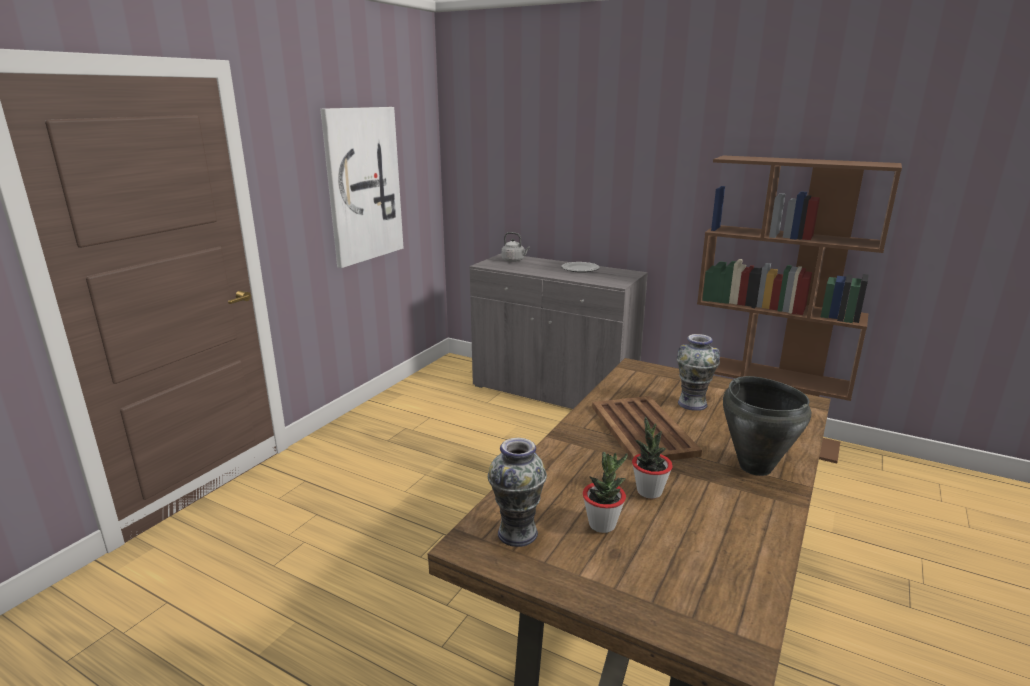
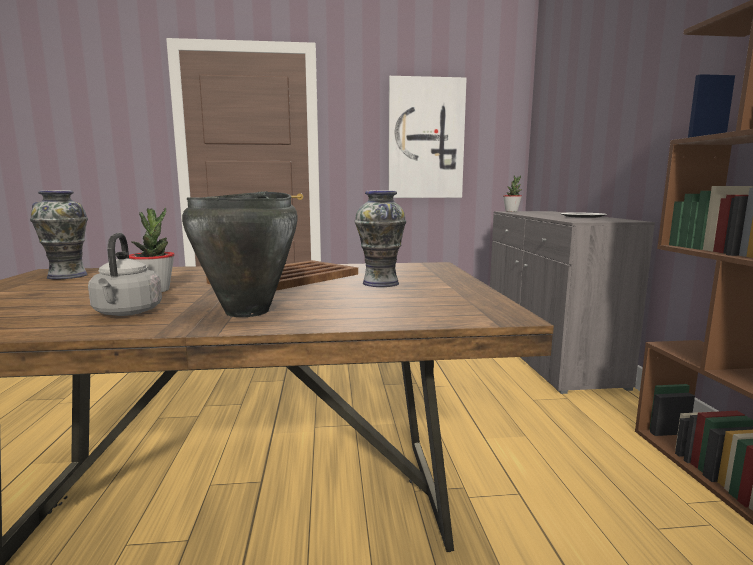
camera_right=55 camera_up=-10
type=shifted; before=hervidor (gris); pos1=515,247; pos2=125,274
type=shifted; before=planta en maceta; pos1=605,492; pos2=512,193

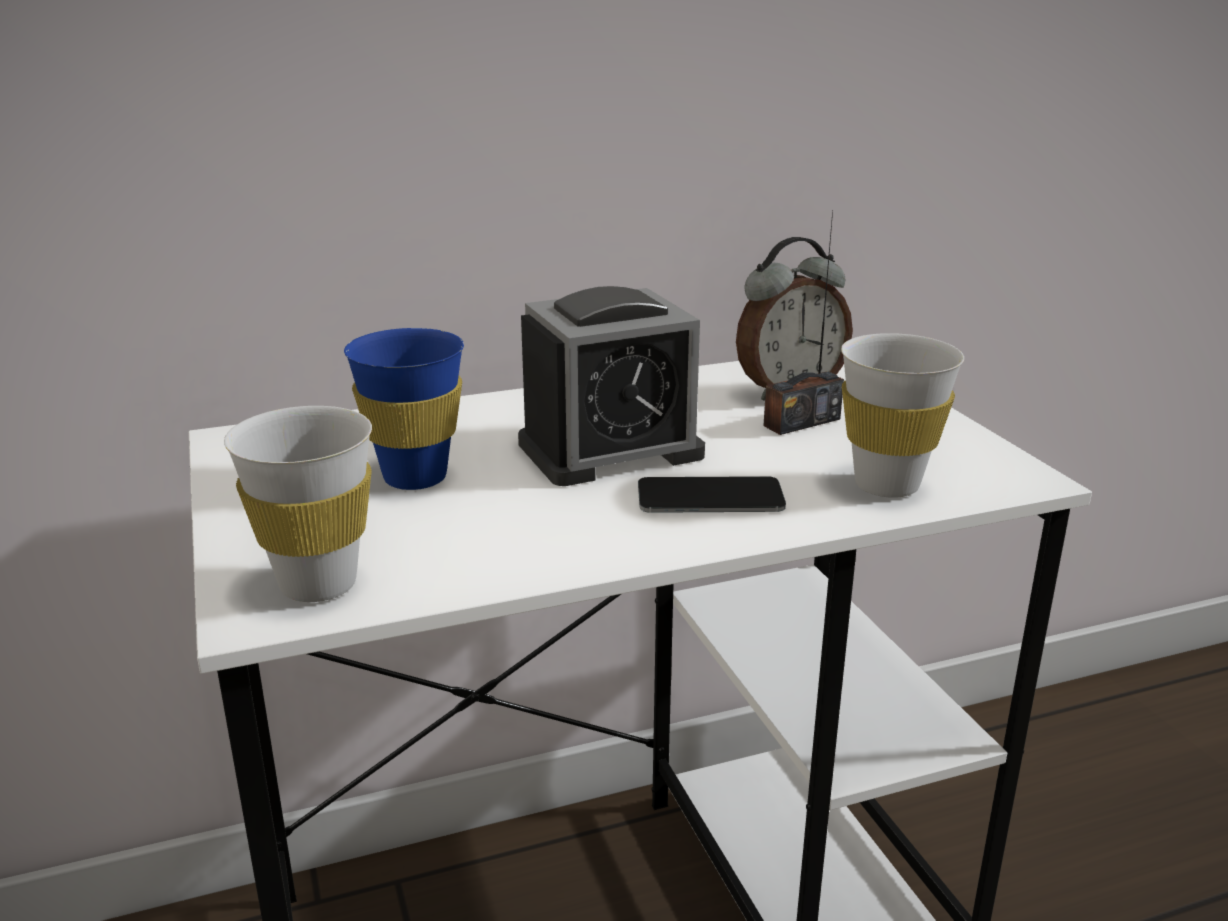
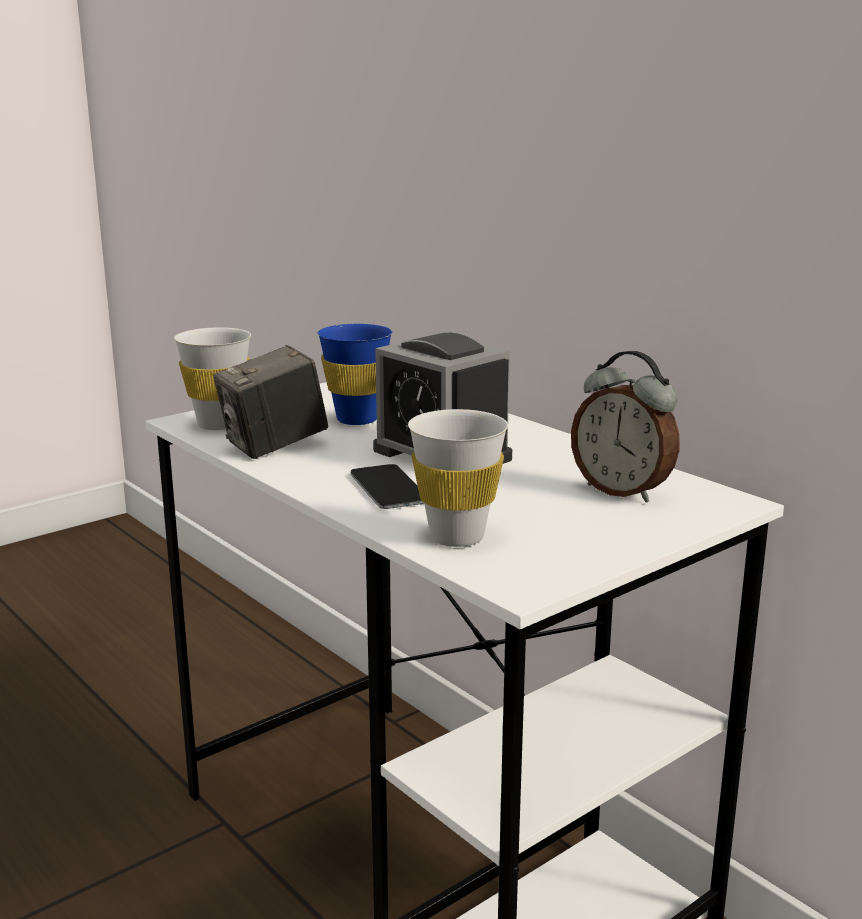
camera_right=70 camera_up=-5
type=gone; before=radio; pos1=803,322
type=new; after=cámara; pos2=270,402

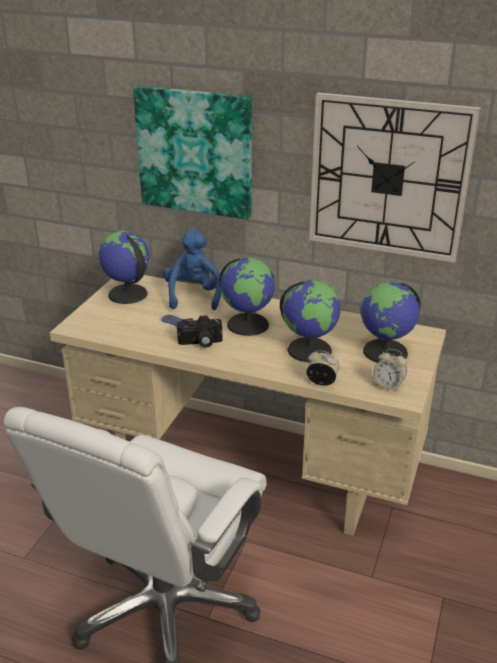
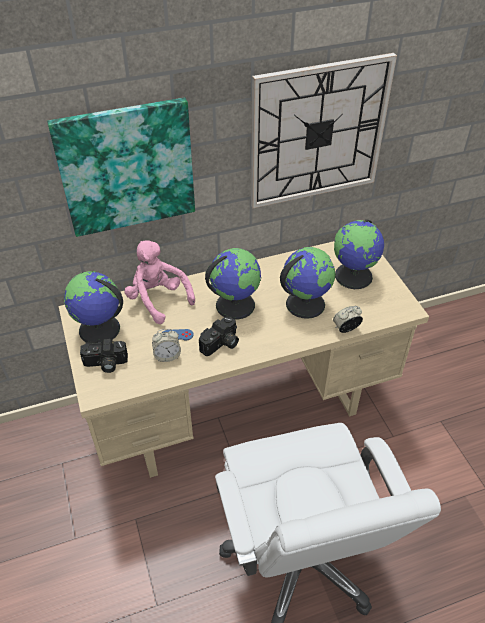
camera_right=-40 camera_up=15
type=repainted; before=peluche (azul); after=peluche (rosa); pos1=192,269; pos2=159,282
type=shifted; before=despertador; pos1=390,370; pos2=166,345
type=new; after=cámara; pos2=104,356

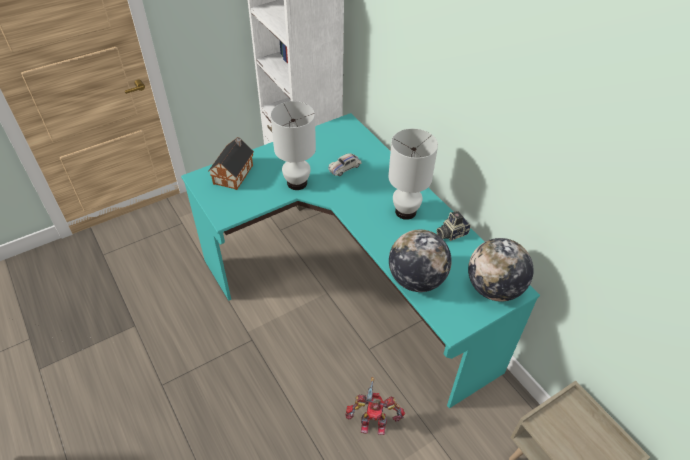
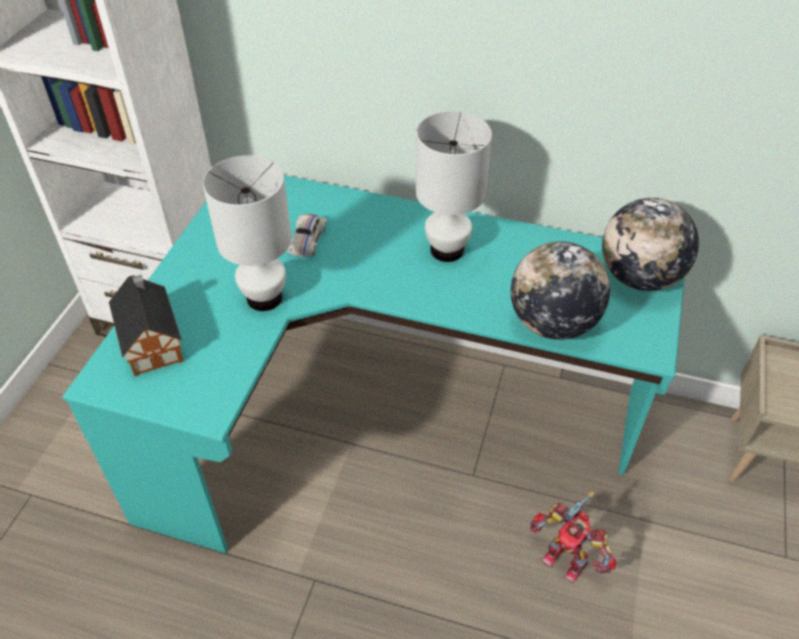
camera_right=-40 camera_up=0
type=rotated; before=robot de juguete; pos1=375,406; pos2=573,537; turn=75
type=gone; before=cámara; pos1=453,226

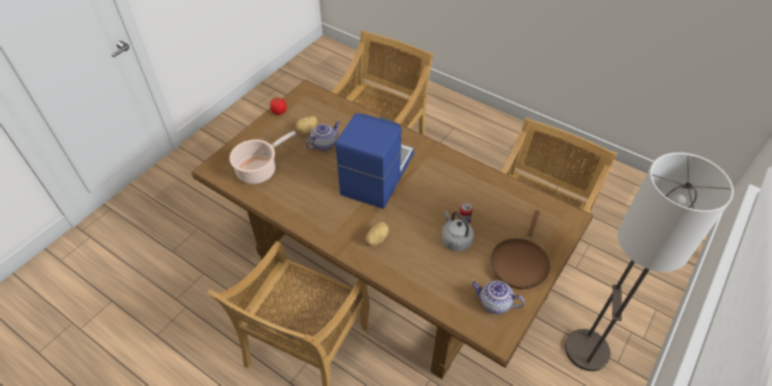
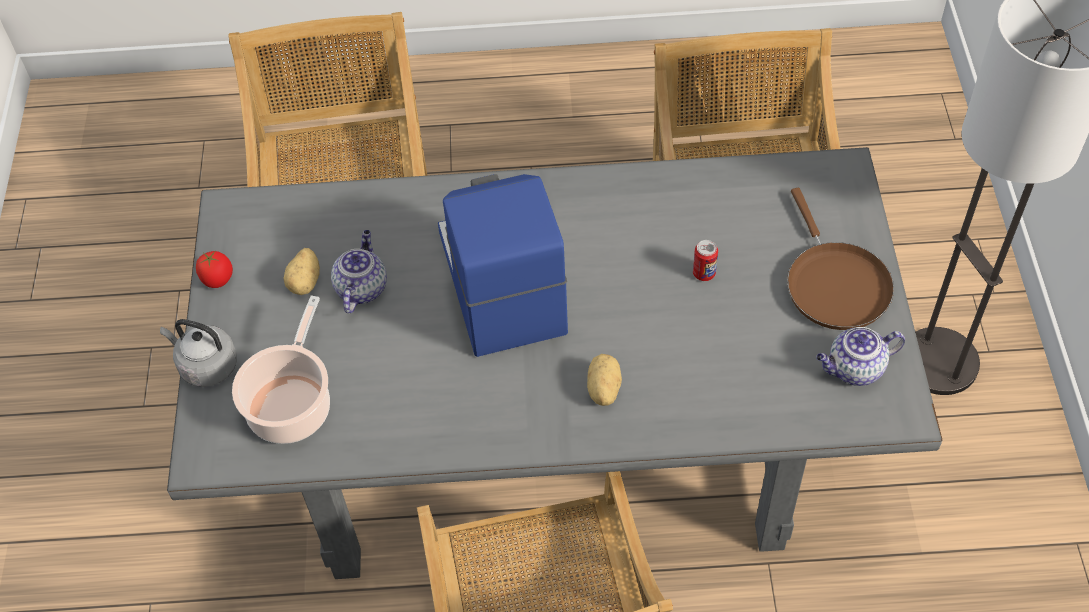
camera_right=-35 camera_up=5
type=repainted; before=mesa de comedor (marrón); after=mesa de comedor (gris); pos1=392,229; pos2=554,363
type=shifted; before=hervidor (gris); pos1=457,231; pos2=198,353

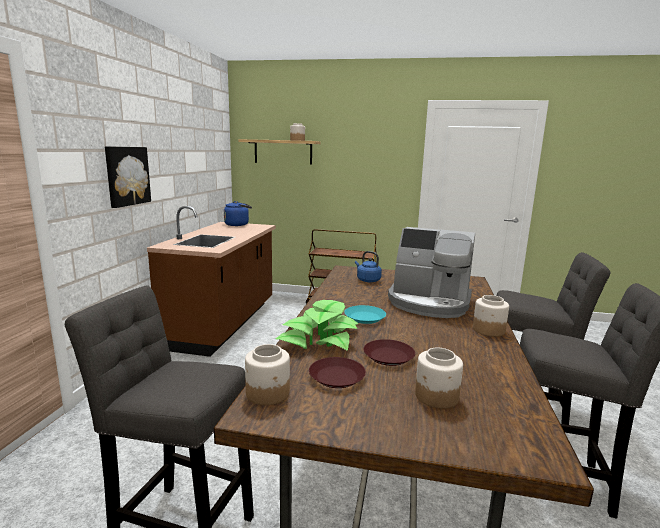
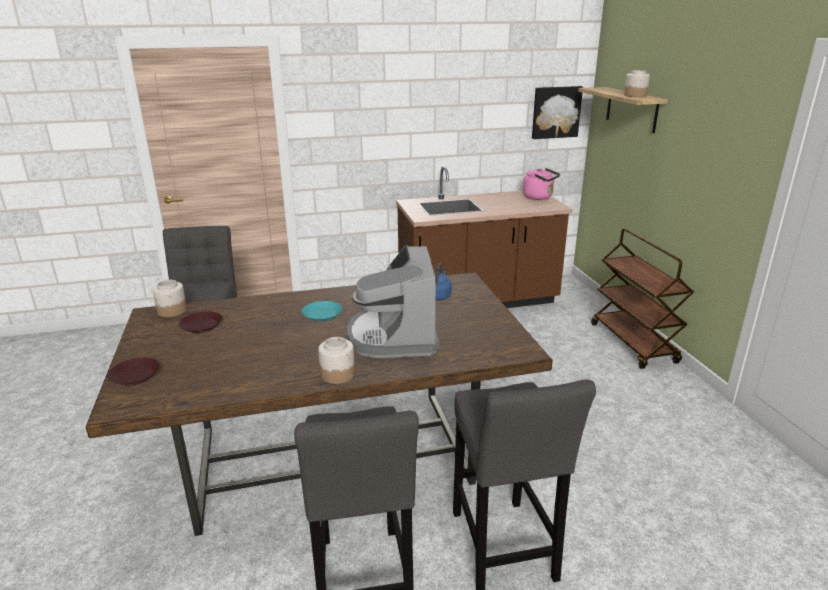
camera_right=65 camera_up=10
type=shifted; before=cuadro; pos1=128,177; pos2=557,112
type=repainted; before=hervidor (azul); after=hervidor (rosa); pos1=238,213; pos2=541,184
type=gone; before=planta en maceta; pos1=317,325
type=shifted; before=plato (marrón); pos1=389,352; pos2=133,372
type=gone; before=tarro; pos1=439,378

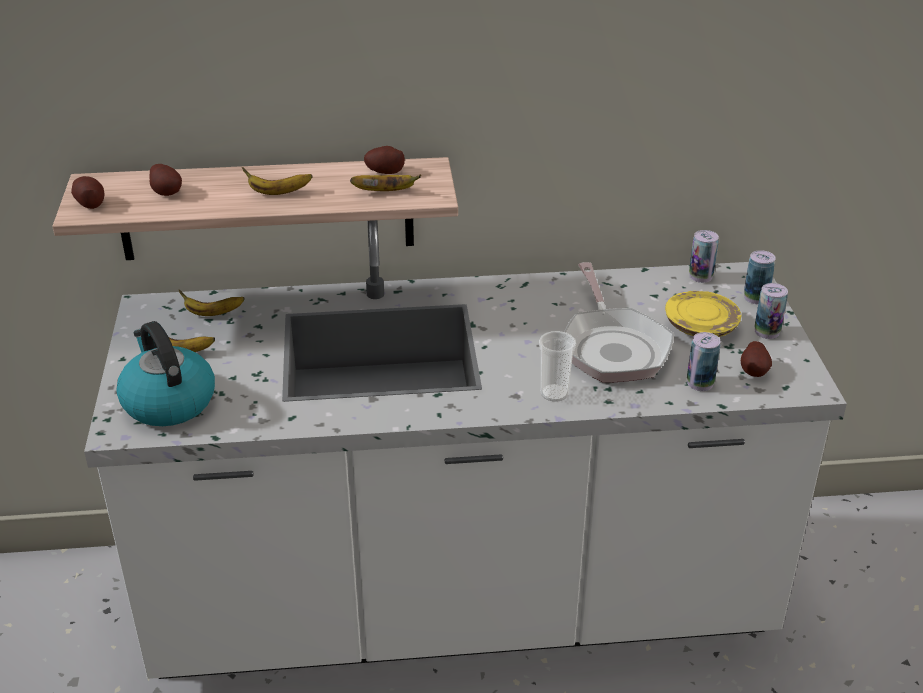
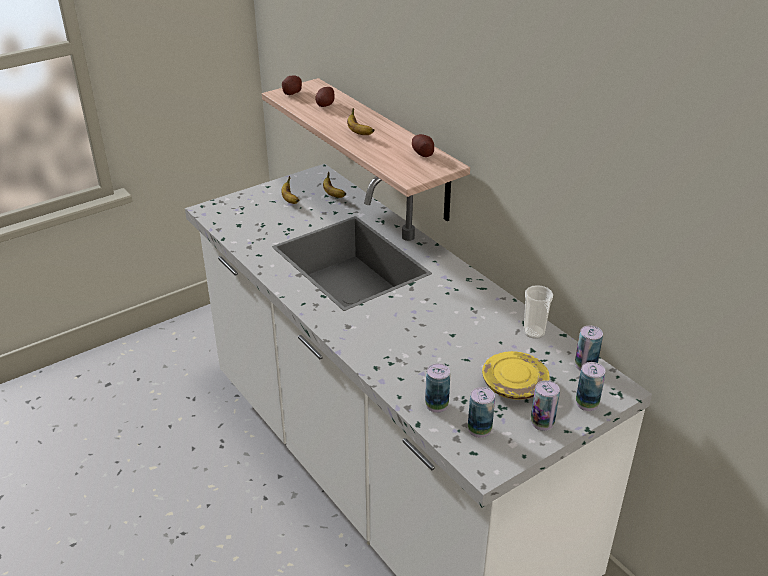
camera_right=60 camera_up=0
type=gone; before=hervidor; pos1=165,373
type=gone; before=plátano; pos1=385,182
type=shifted; before=taza; pos1=557,366; pos2=538,312
type=gone; before=sartén; pos1=619,322
type=swapped; before=patata; after=lata; pos1=756,359; pos2=481,412

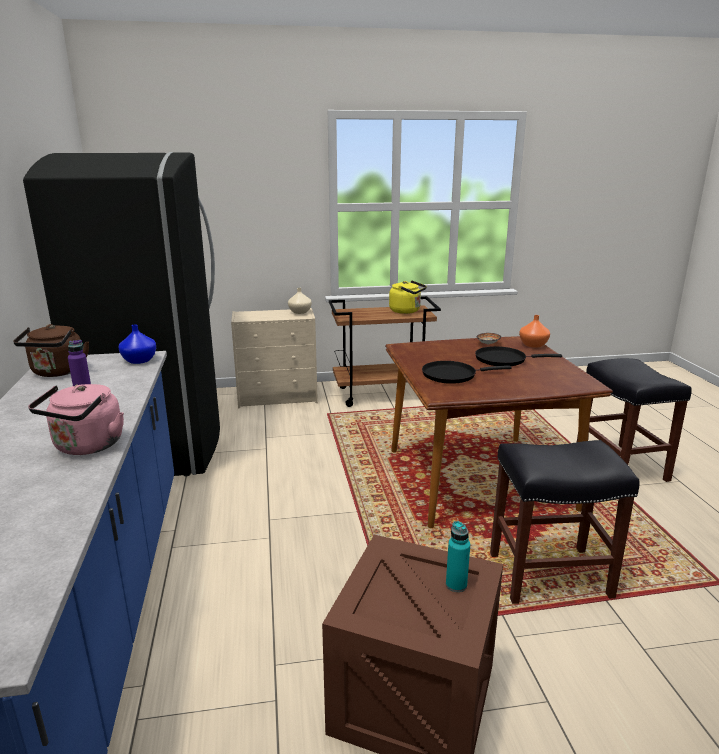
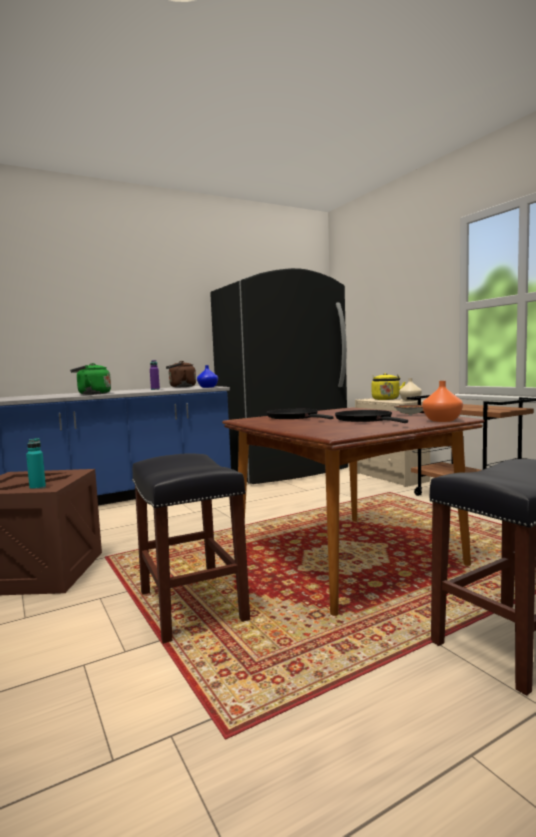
camera_right=70 camera_up=-15
type=repainted; before=hervidor (rosa); after=hervidor (verde); pos1=76,419; pos2=90,379
type=shifted; before=hervidor (amarillo); pos1=408,297; pos2=388,386

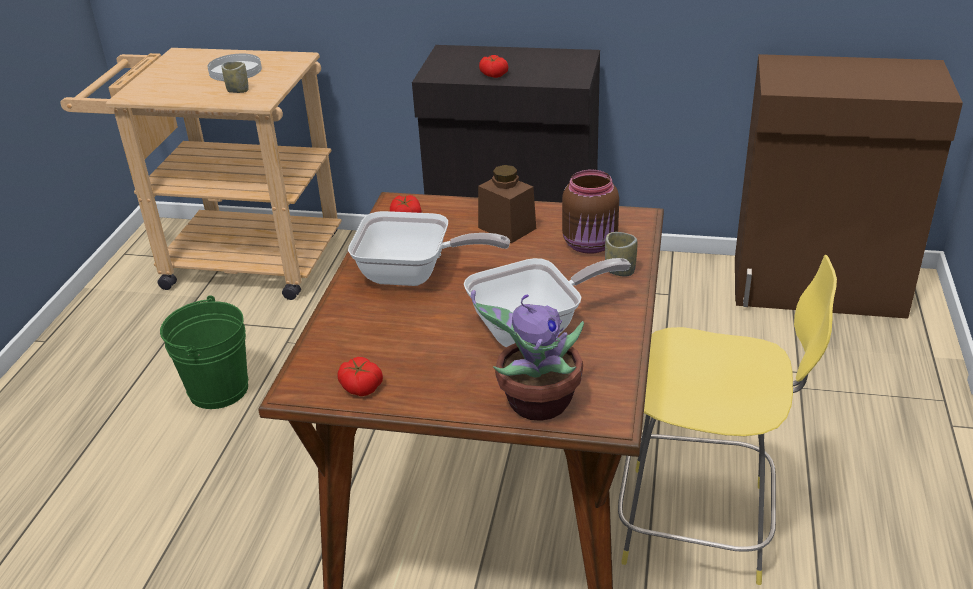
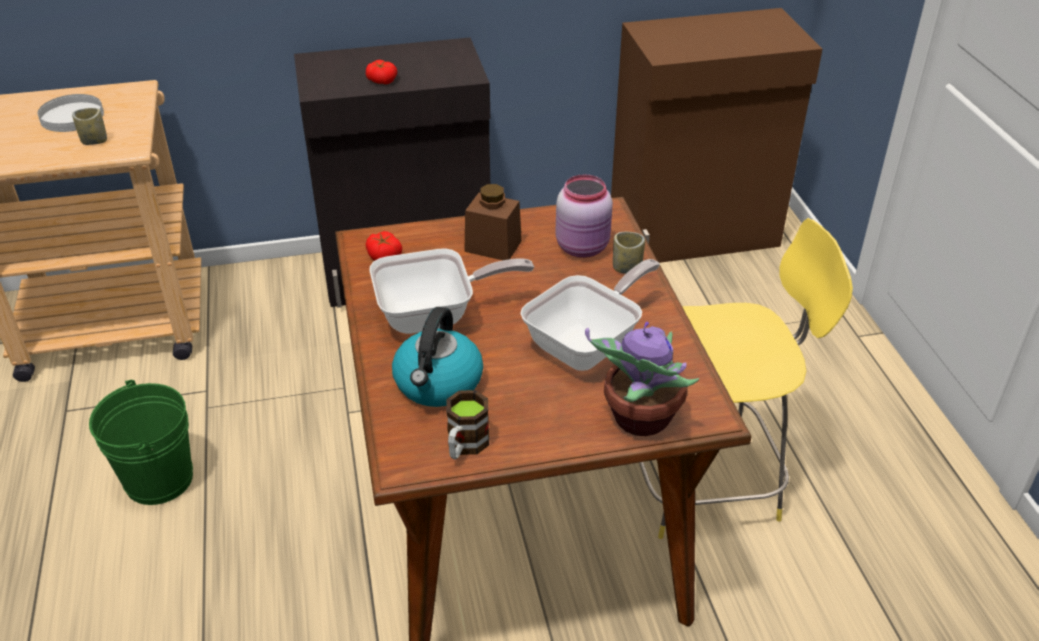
camera_right=-25 camera_up=5
type=swapped; before=tomate; after=taza grande; pos1=360,376; pos2=467,424
type=repainted; before=tarro (marrón); after=tarro (rosa); pos1=590,212; pos2=584,216
type=new; after=hervidor; pos2=437,357

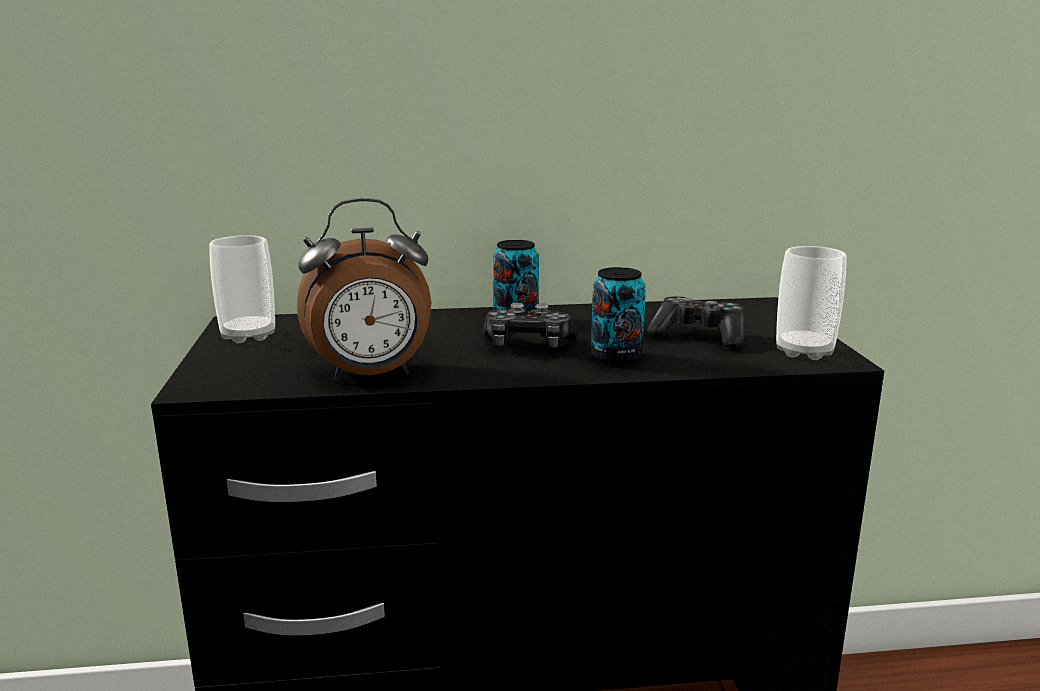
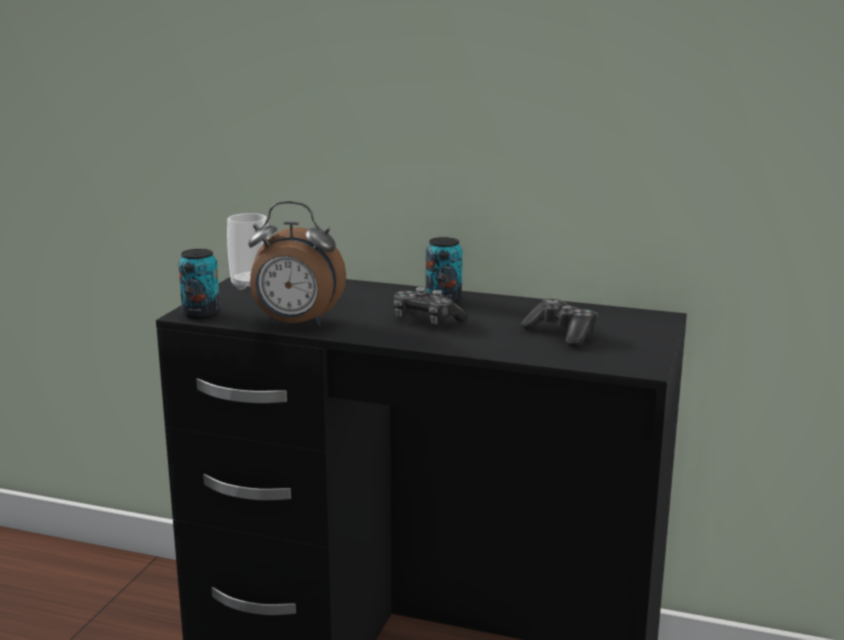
camera_right=25 camera_up=0
type=shifted; before=lata; pos1=618,316; pos2=199,284
type=gone; before=taza; pos1=811,303

